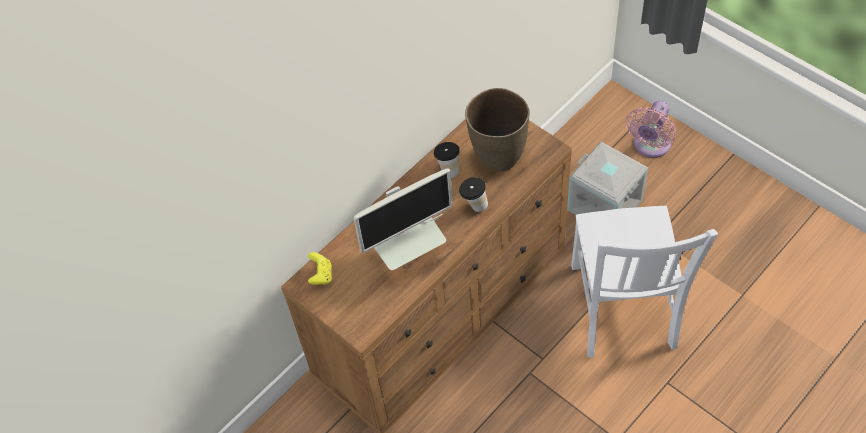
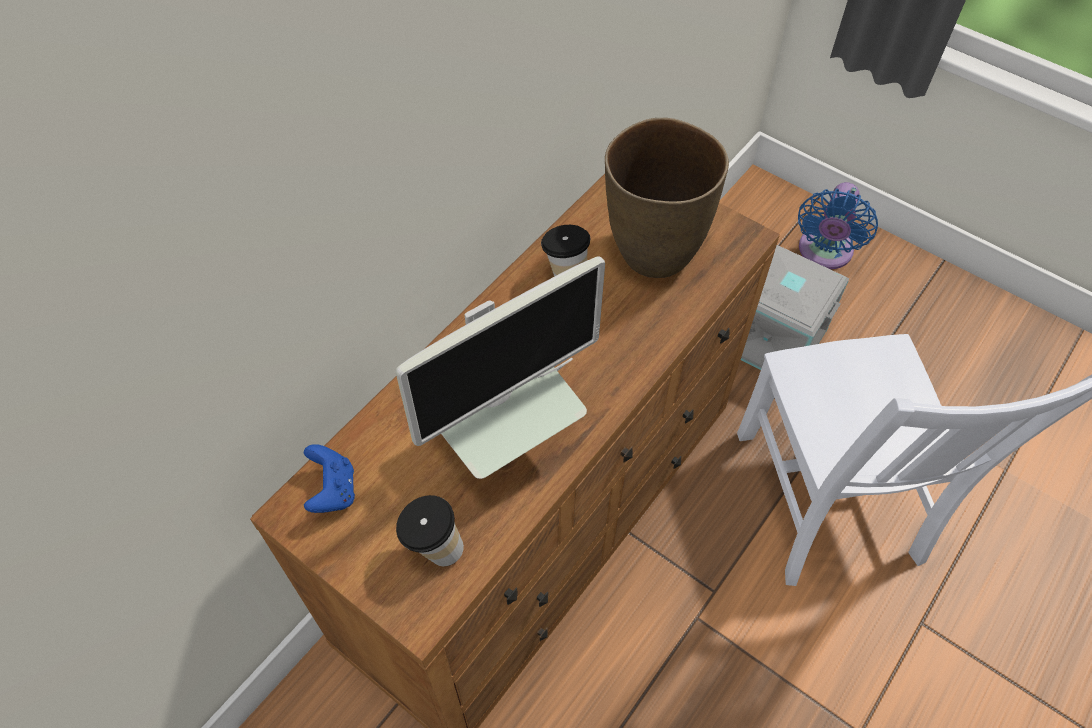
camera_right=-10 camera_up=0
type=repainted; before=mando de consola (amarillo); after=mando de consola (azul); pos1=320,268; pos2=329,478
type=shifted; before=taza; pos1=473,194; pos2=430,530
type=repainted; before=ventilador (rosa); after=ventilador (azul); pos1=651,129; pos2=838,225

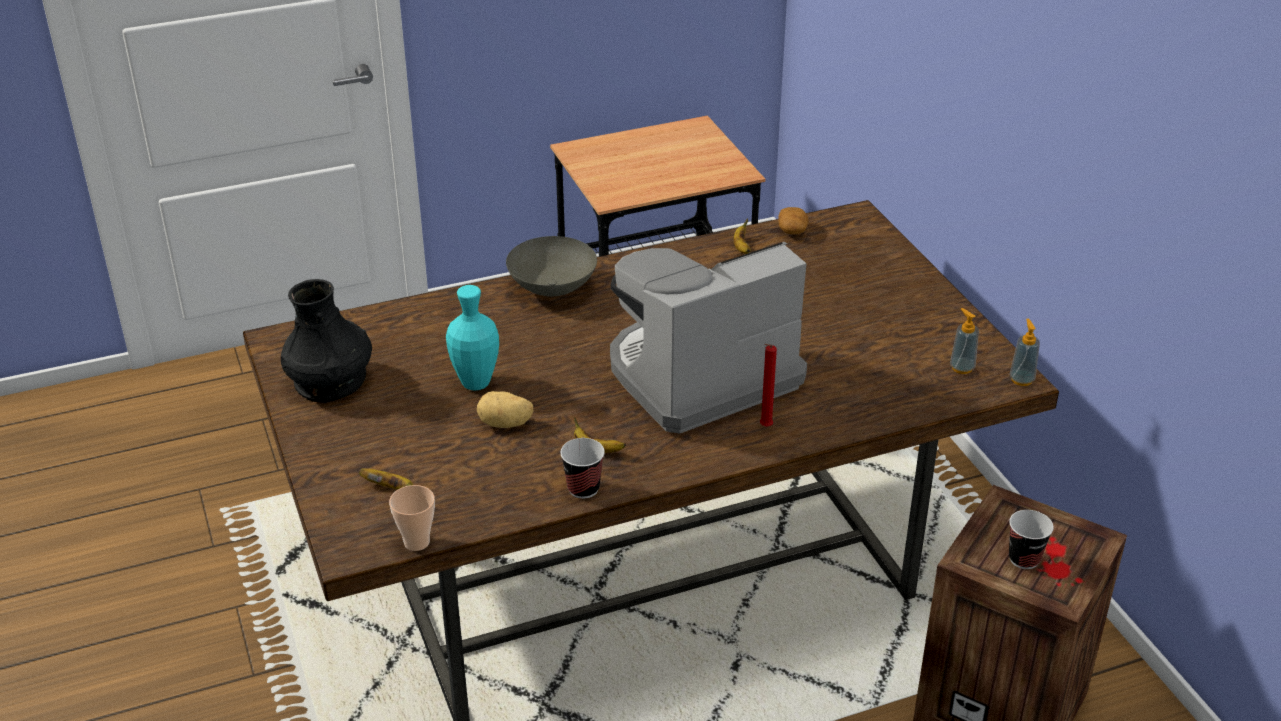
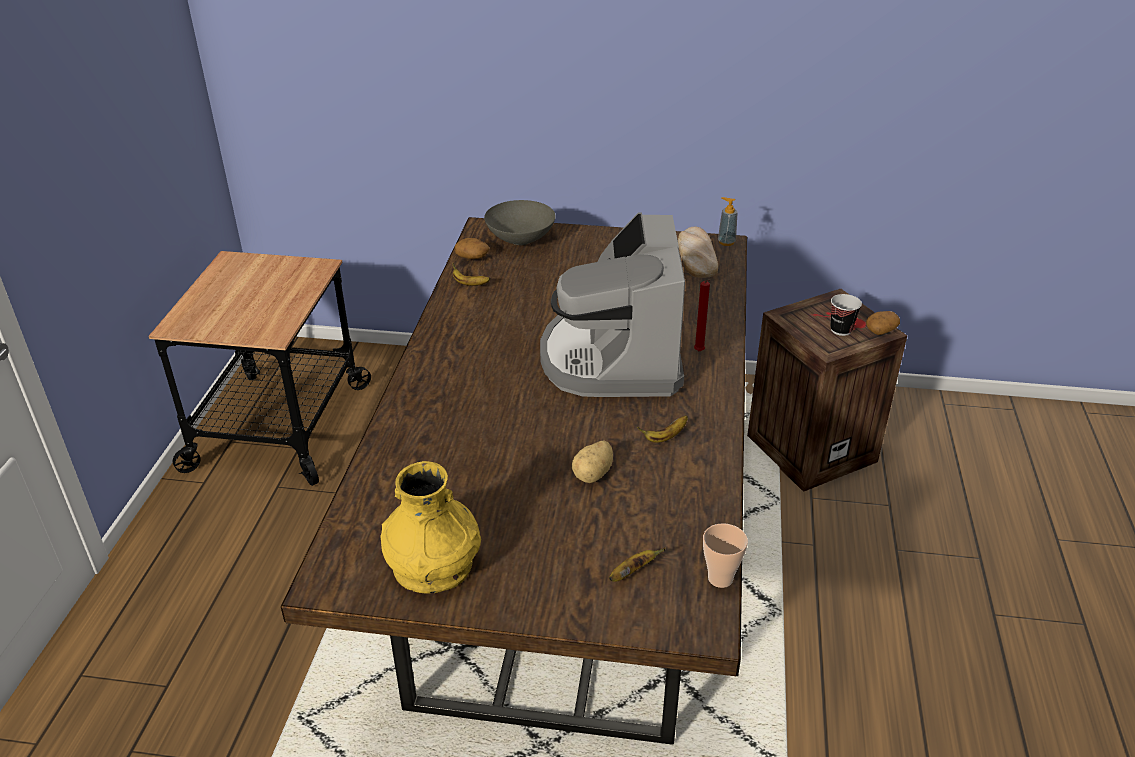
camera_right=-60 camera_up=0
type=repainted; before=florero (negro); after=florero (amarillo); pos1=326,341; pos2=430,527
type=gone; before=florero (turquesa); pos1=472,338
type=shifted; before=cuenco (gris); pos1=551,266; pos2=520,222
type=gone; before=taza; pos1=582,468
type=swapped; before=dispensador de jabón; after=pan; pos1=964,341; pos2=698,252
type=new; after=patata; pos2=883,323

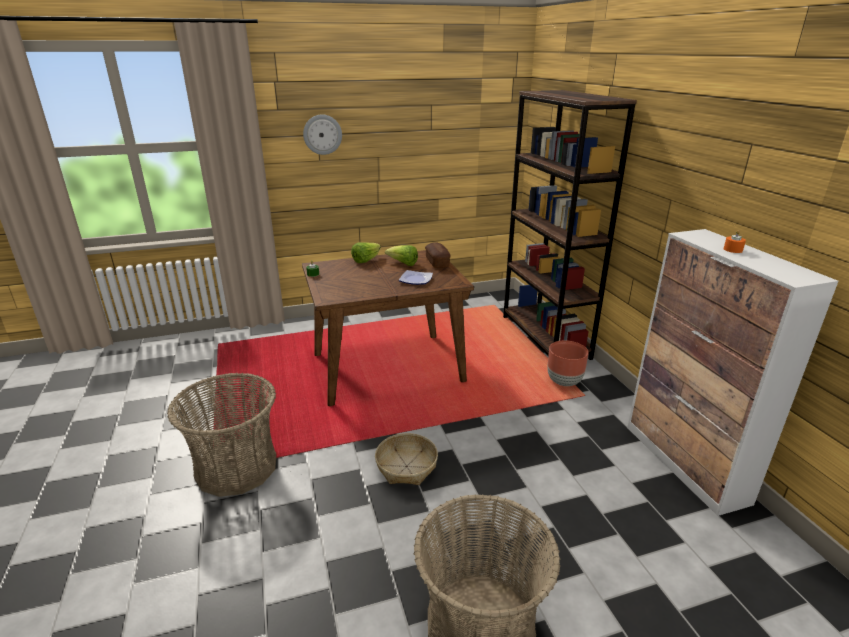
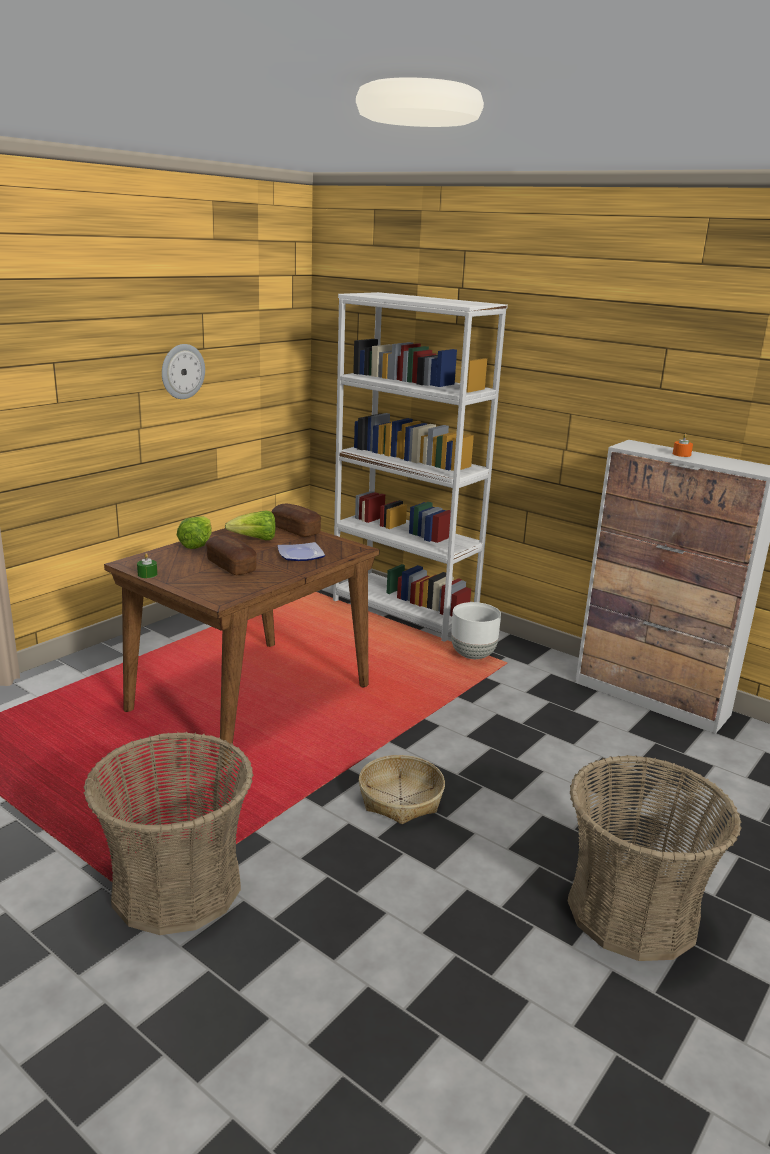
camera_right=-35 camera_up=-5
type=shifted; before=reloj de pared; pos1=322,134; pos2=183,371
type=repainted; before=estantería (marrón); after=estantería (blanco); pos1=570,225; pos2=420,467
type=repainted; before=maceta (marrón); after=maceta (blanco); pos1=568,363; pos2=476,630
type=new; after=pan; pos2=231,555

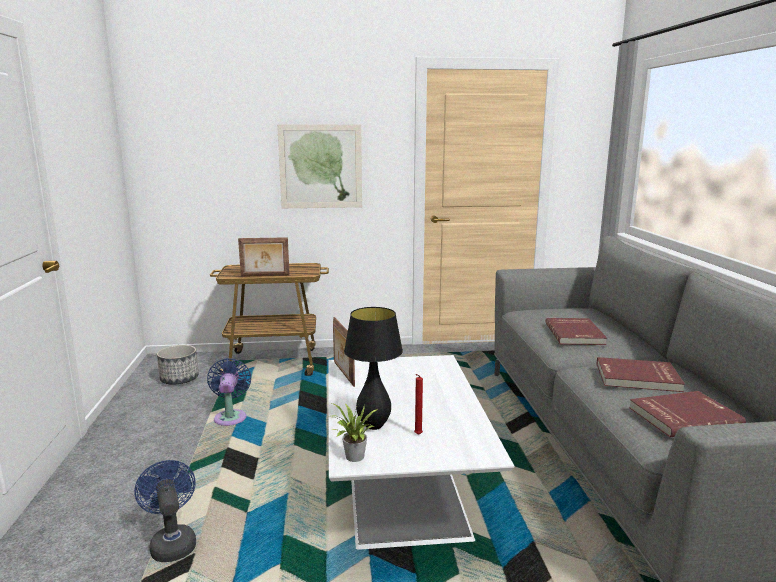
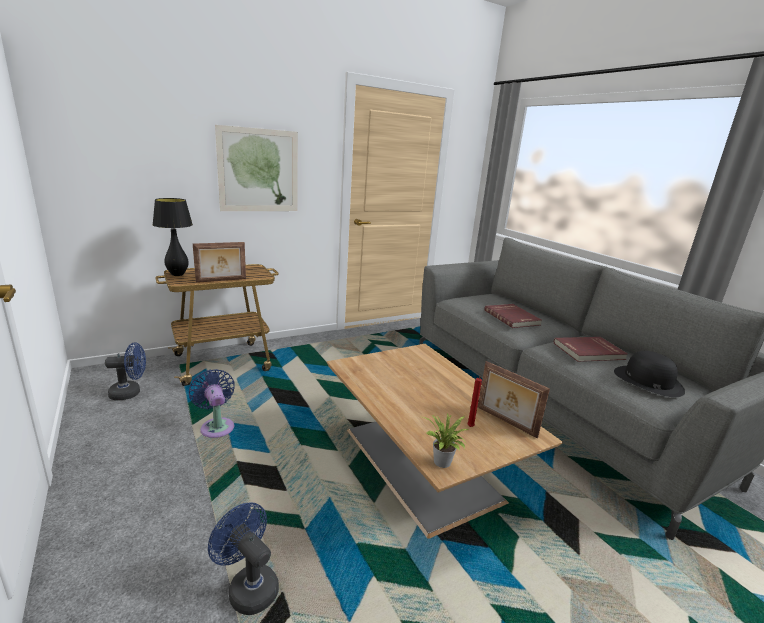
camera_right=-25 camera_up=5
type=swapped; before=maceta; after=ventilador (azul); pos1=178,365; pos2=125,371
type=repainted; before=mesa de centro (blanco); after=mesa de centro (marrón); pos1=421,452; pos2=445,441
type=shifted; before=portarretratos; pos1=344,352; pos2=514,399
type=shifted; before=lámpara de mesa (negro); pos1=373,368; pos2=173,237
type=swapped; before=libro (rojo); after=sombrero (negro); pos1=687,414; pos2=649,374

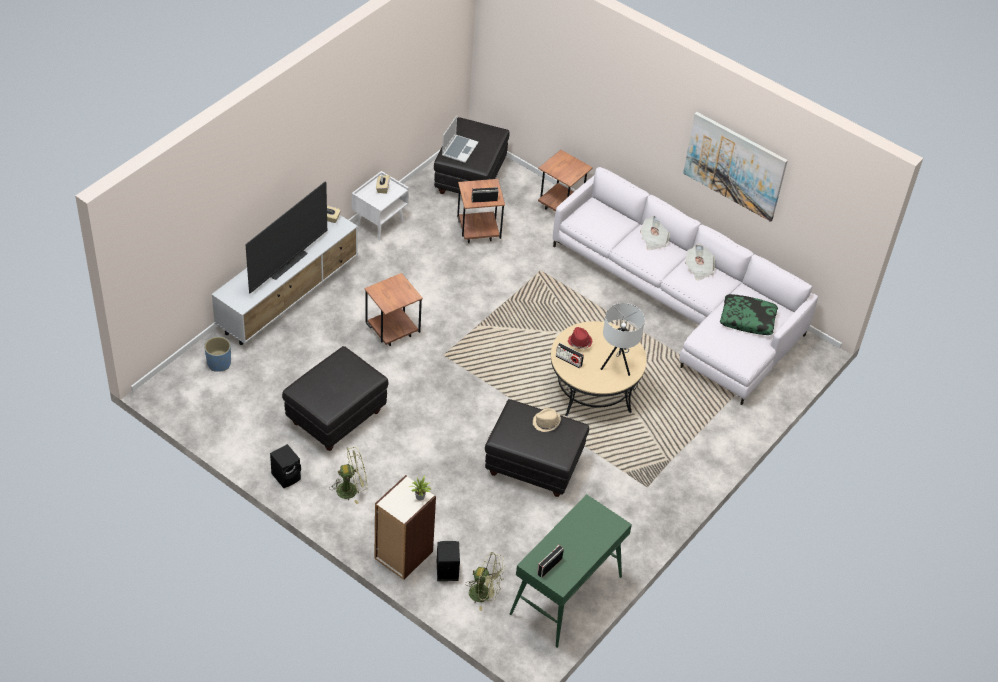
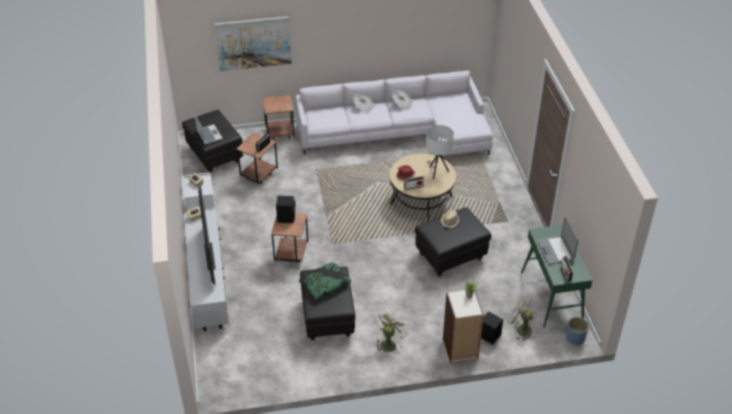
camera_right=-45 camera_up=-5
type=shifted; before=maceta (azul); pos1=217,354; pos2=577,331
type=shifted; before=altavoz (negro); pos1=285,466; pos2=285,209
type=rotated; before=ventilador (verde); pos1=485,581; pos2=521,318; turn=-120
type=shifted; before=cuadro; pos1=735,167; pos2=253,43
type=shifted; before=cojín; pos1=749,314; pos2=325,281
type=new; after=portátil; pos2=557,240

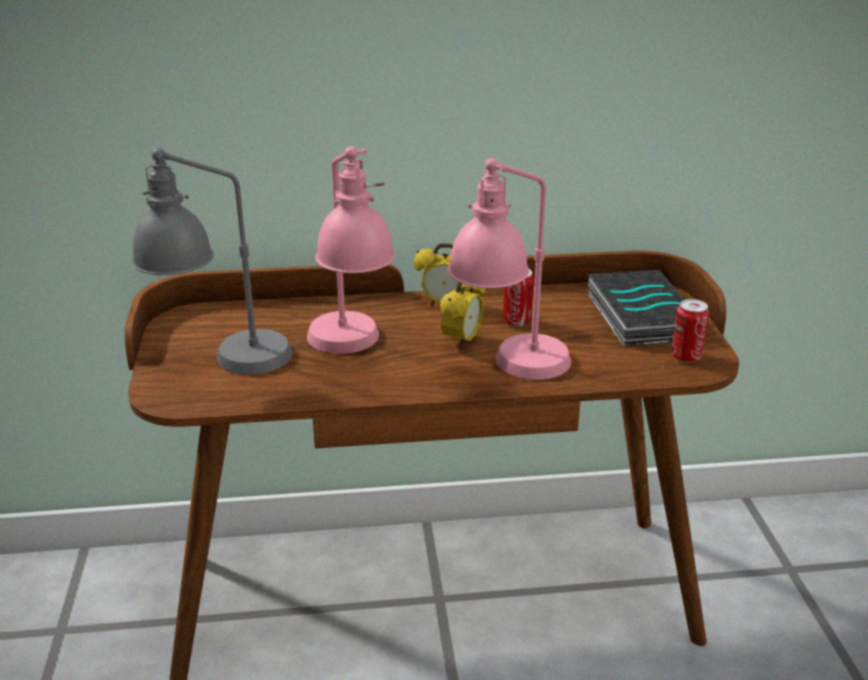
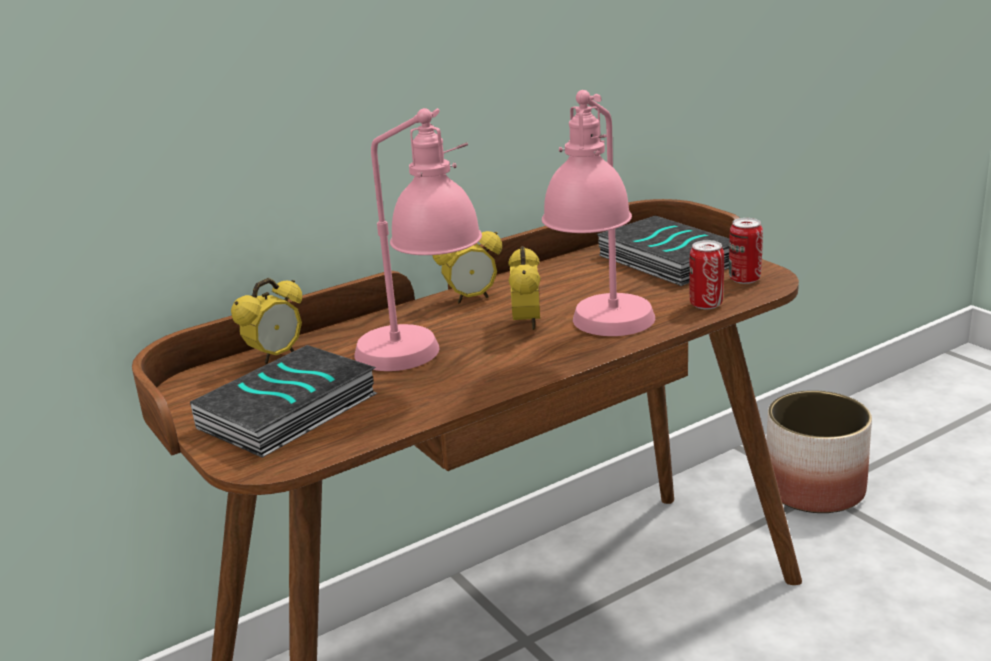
camera_right=-25 camera_up=-5
type=swapped; before=lámpara de mesa (gris); after=libro; pos1=212,261; pos2=283,401
type=shifted; before=lata; pos1=518,298; pos2=706,274
type=new; after=despertador; pos2=266,321
type=new; after=maceta; pos2=819,451

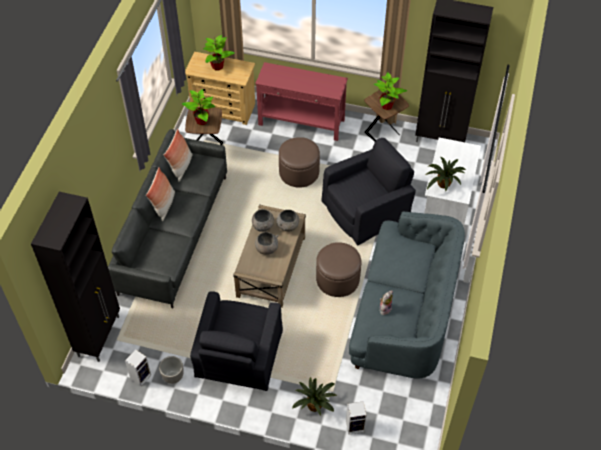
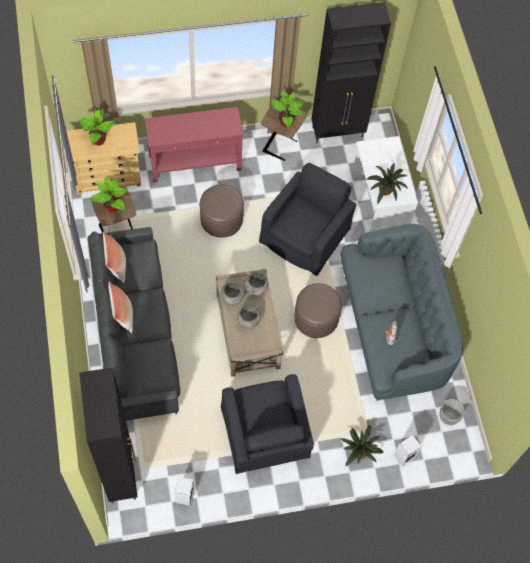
camera_right=-30 camera_up=10
type=shifted; before=maceta; pos1=171,370; pos2=452,412

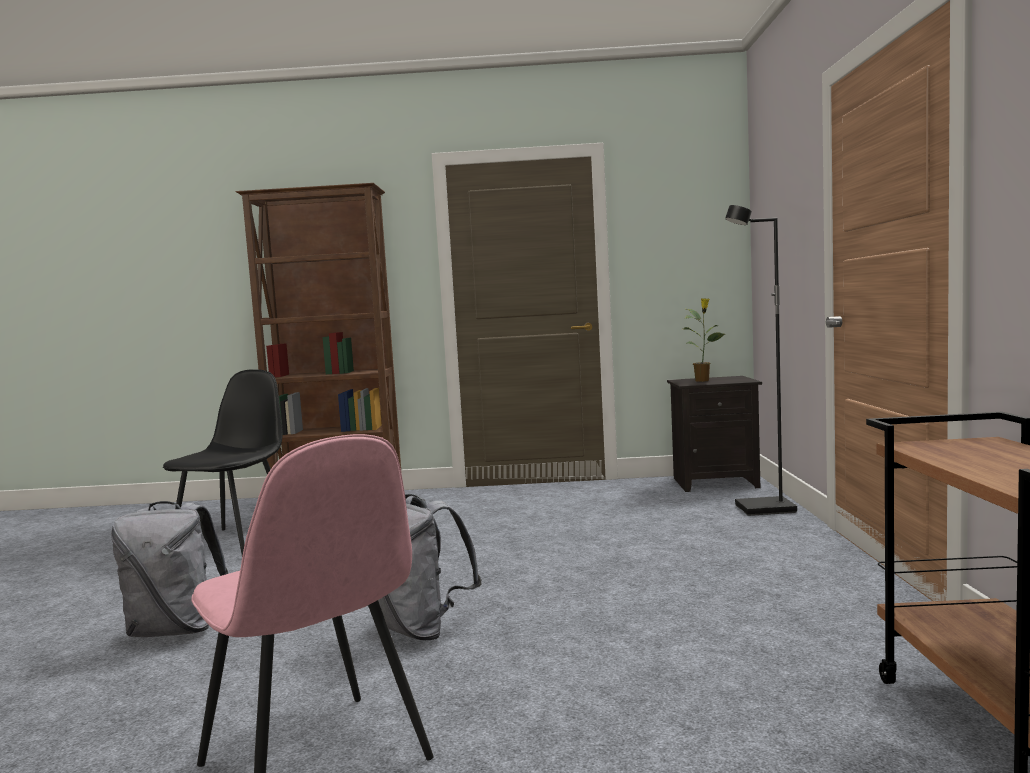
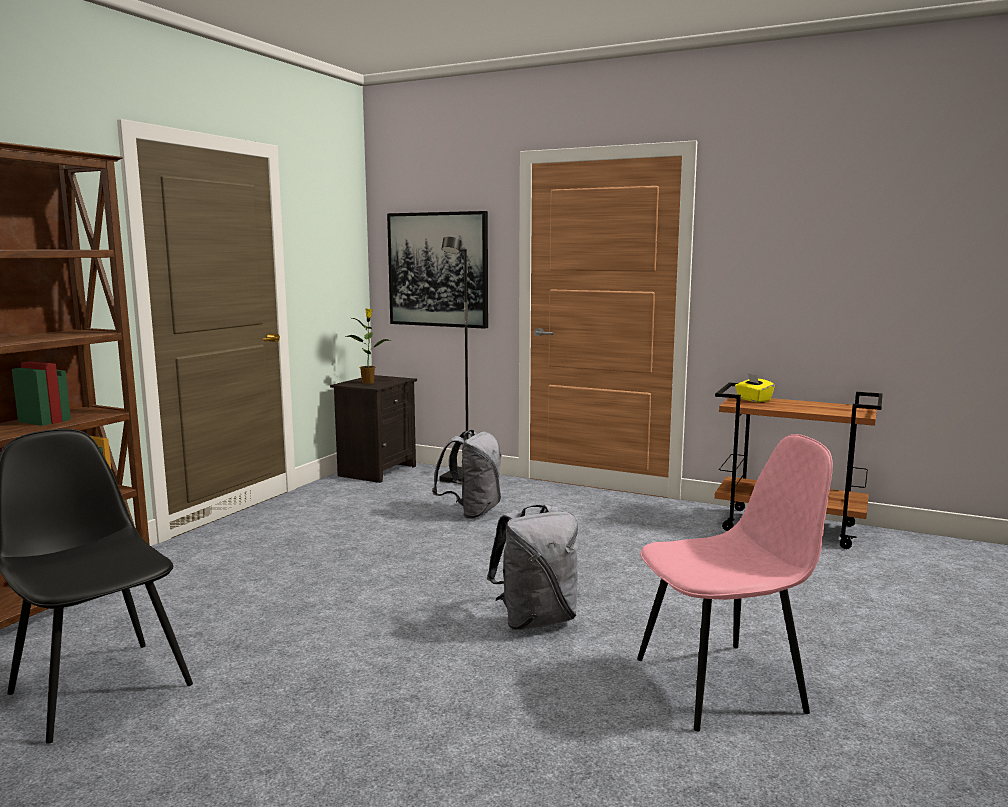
camera_right=-65 camera_up=5
type=shifted; before=mochila (gris); pos1=169,569; pos2=467,474
type=new; after=cuadro; pos2=437,270
type=new; after=caja de pañuelos (amarillo); pos2=755,388

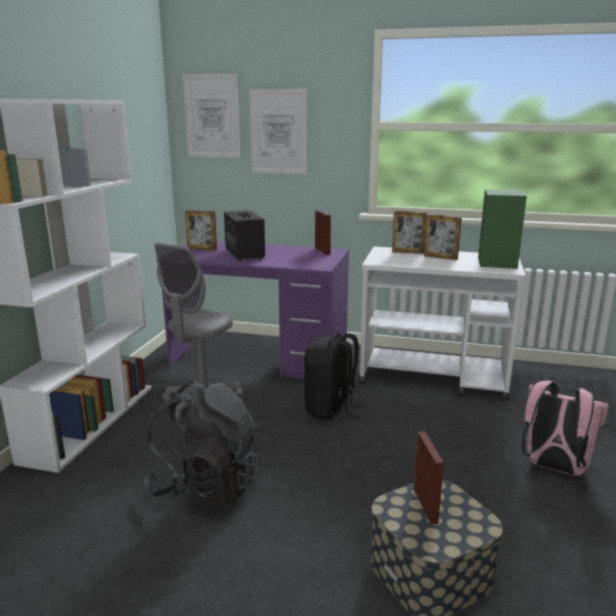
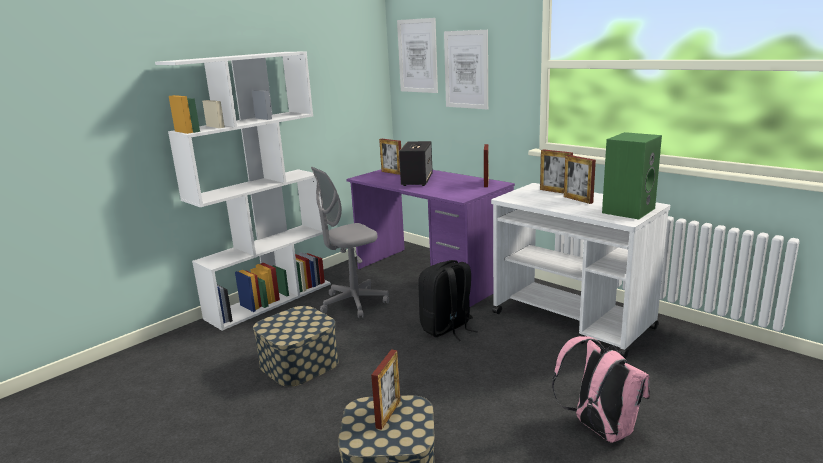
camera_right=30 camera_up=0
type=swapped; before=mochila (negro); after=caja de almacenaje; pos1=202,442; pos2=296,346

